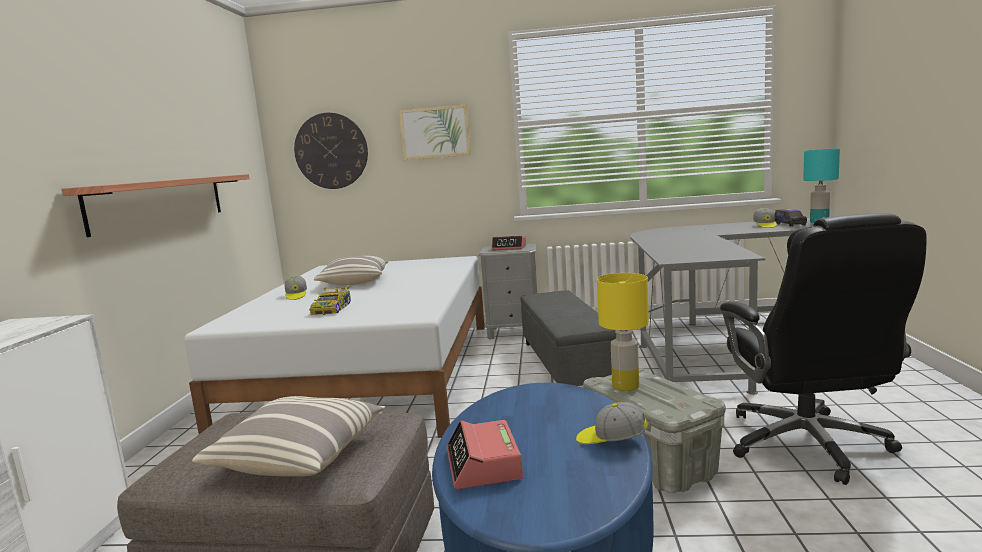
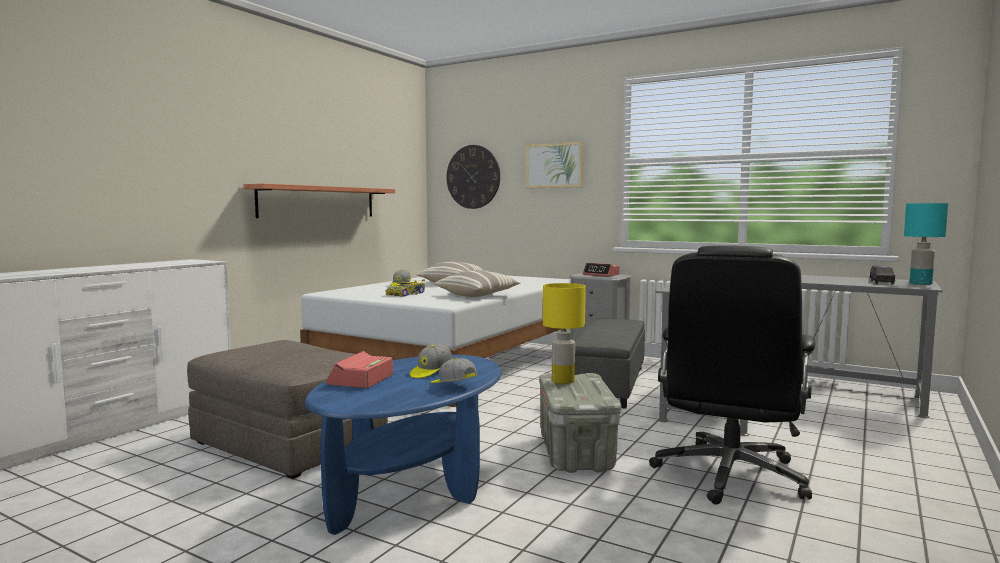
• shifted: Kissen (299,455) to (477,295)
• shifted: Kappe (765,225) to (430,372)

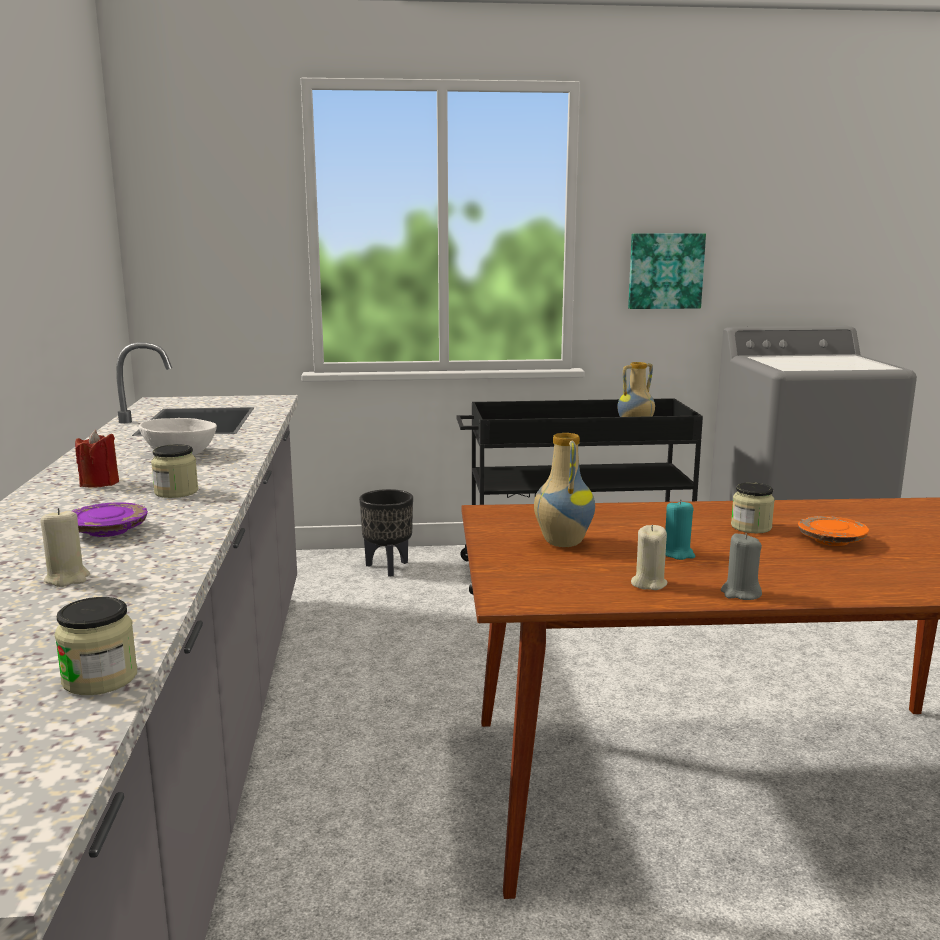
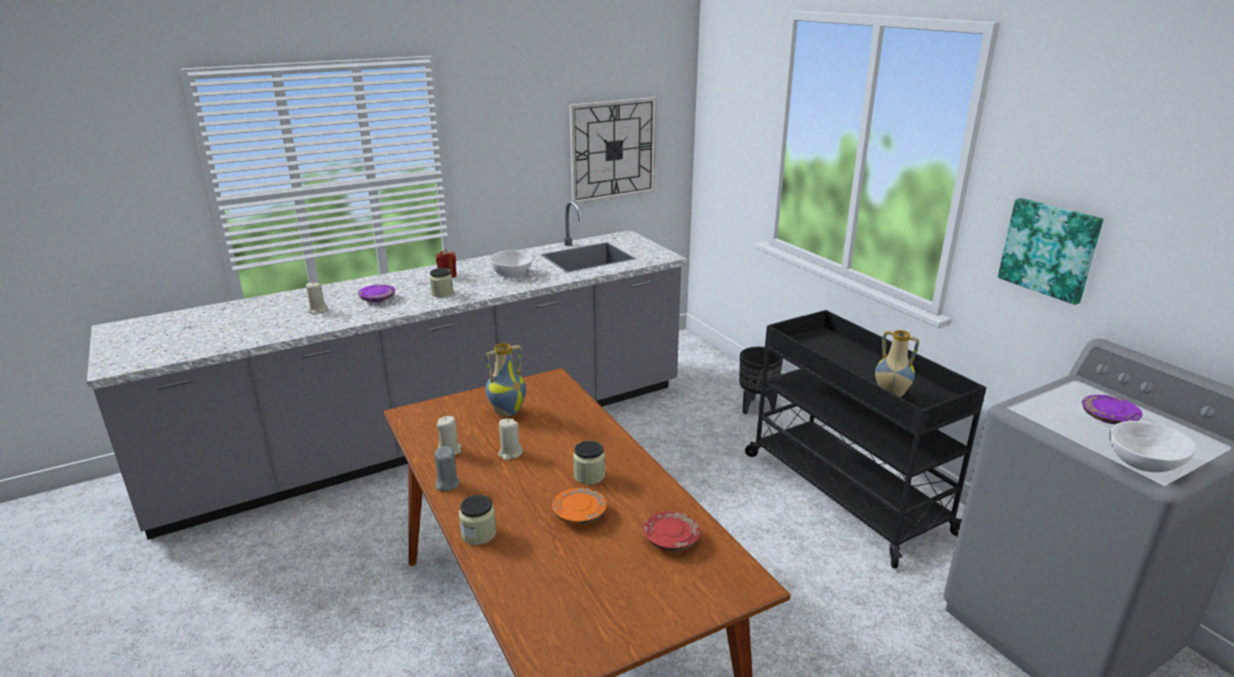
• shifted: Vorratsglas (100,678) to (478,534)
• repainted: Kerze [türkis] (677,554) to Kerze [beige] (510,453)
• new: Wanduhr (613,150)
• new: Teller [rot] (671,539)
• new: Teller [lila] (1108,418)
• new: Schüssel [weiß] (1144,463)

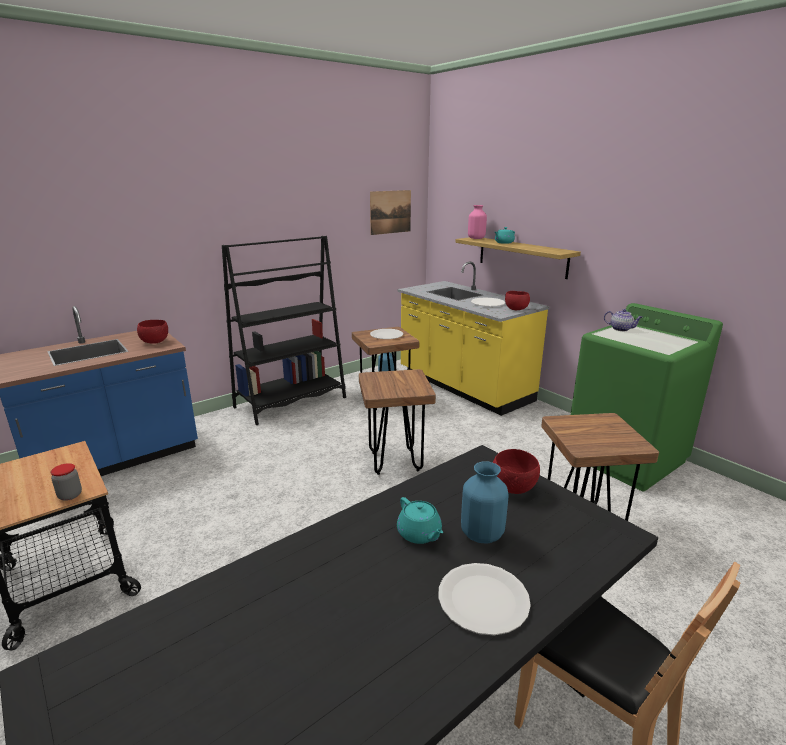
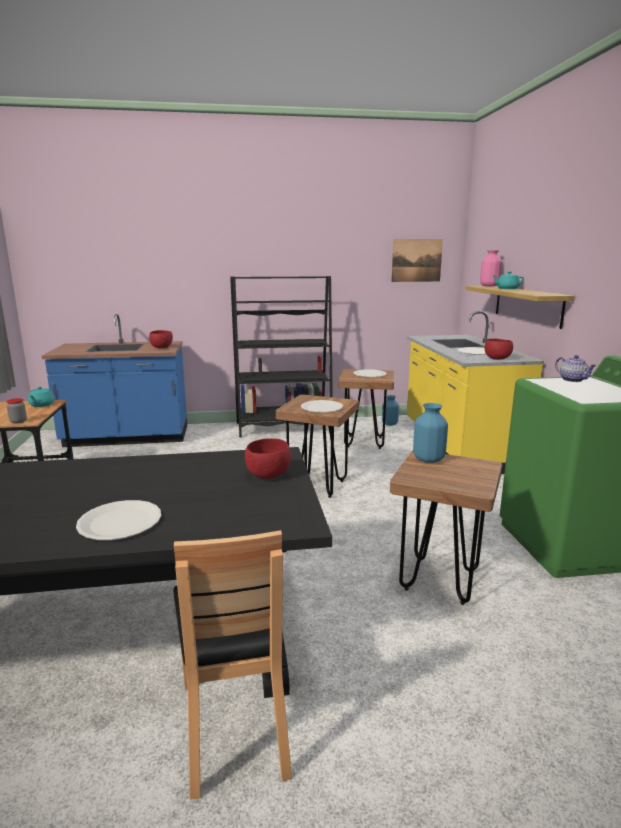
• shifted: Teekanne [türkis] (419,534) to (41,405)
• shifted: Vase [blau] (482,534) to (428,459)
• new: Teller [weiß] (322,408)

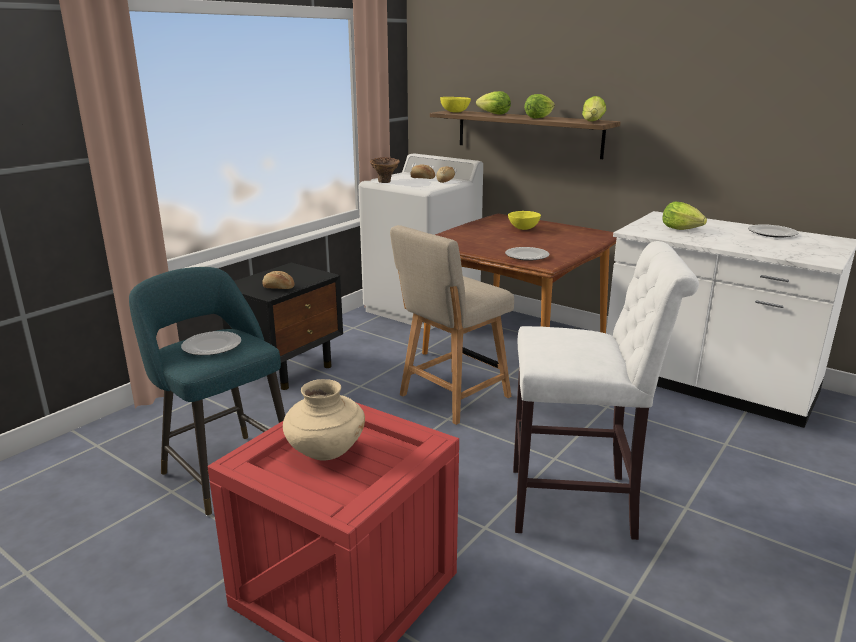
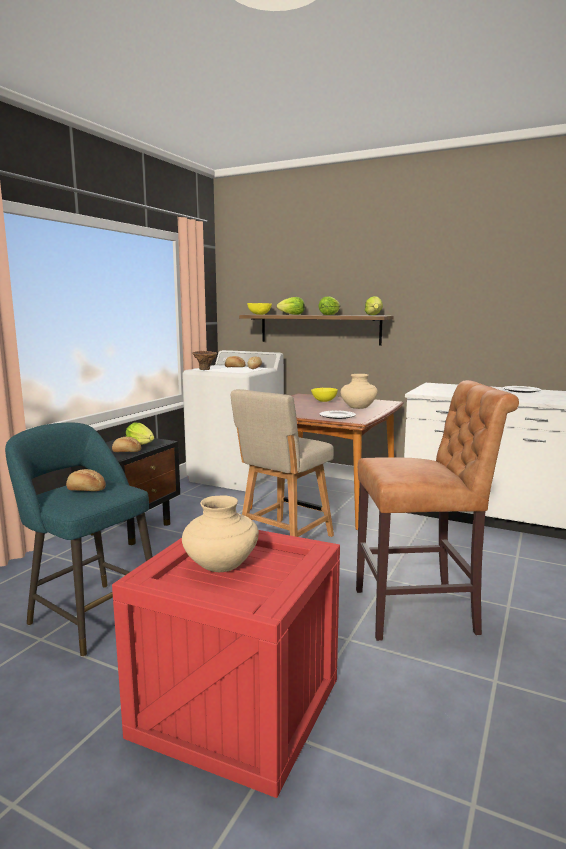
• swapped: Teller (212,346) to Brot (86,490)
• repainted: Hocker [weiß] (579,504) to Hocker [braun] (422,612)
• shifted: Salatkopf (680,229) to (140,445)
• new: Vase [beige] (358,407)

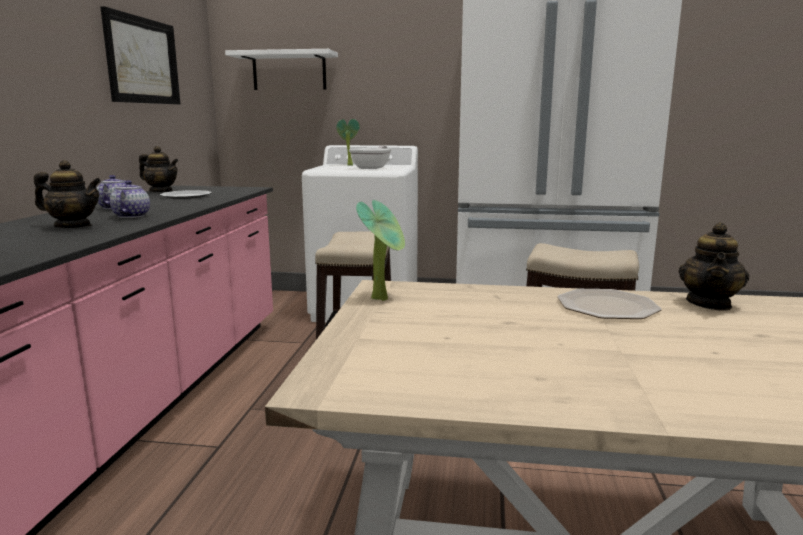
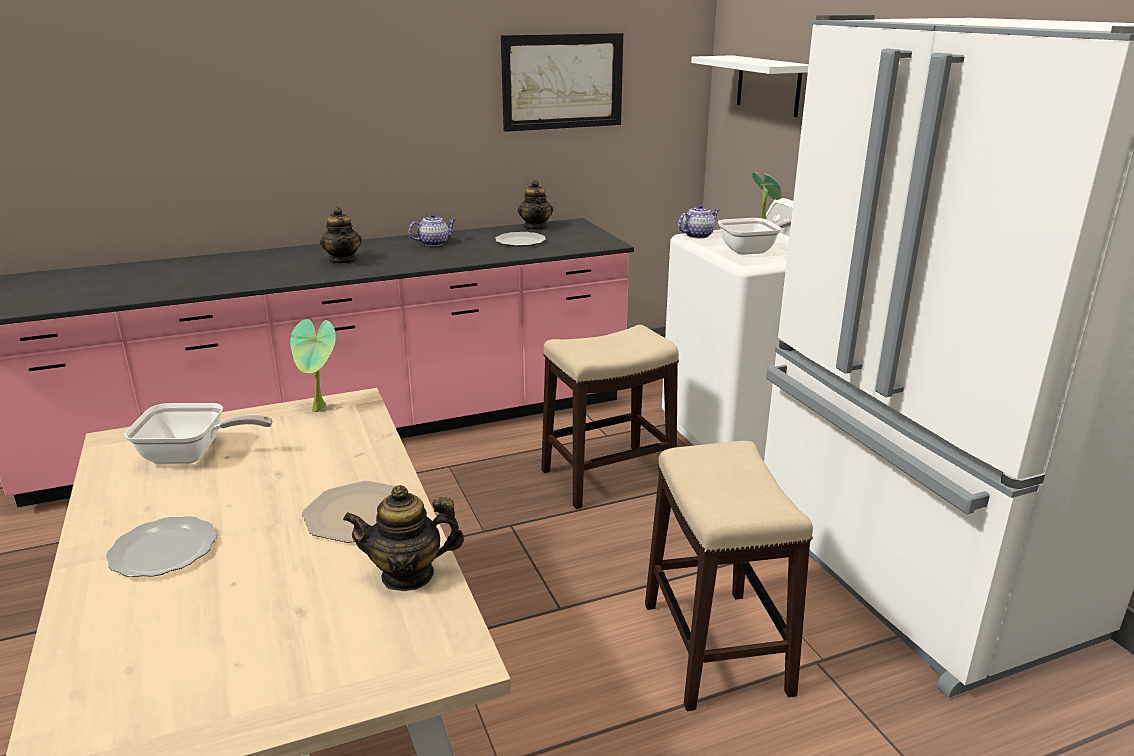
• shifted: Teekanne (131,216) to (698,235)
• new: Teller (164,549)
• new: Pfanne (192,455)

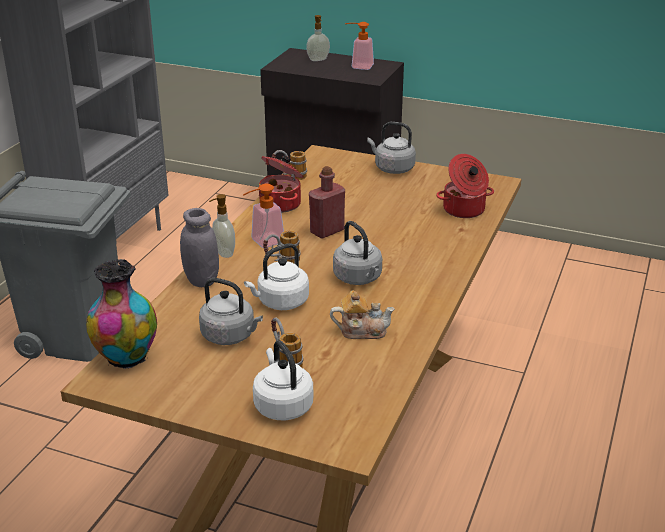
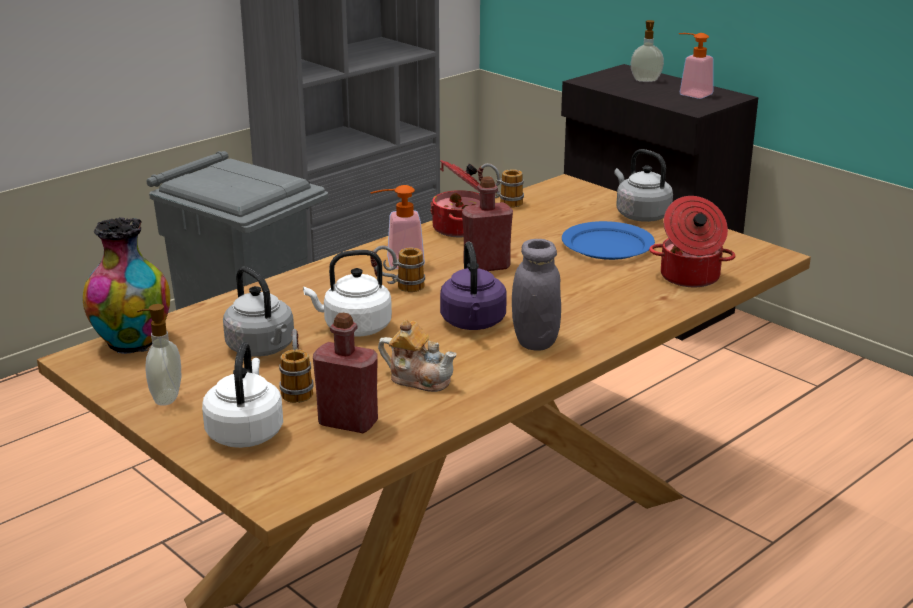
• shifted: Vorratsglas [grau] (201,280) to (535,342)
• shifted: Seifenspender (223,253) to (165,397)
• repainted: Wasserkessel [grau] (359,278) to Wasserkessel [lila] (473,323)
• new: Flasche [rot] (348,422)
• new: Teller [blau] (607,245)

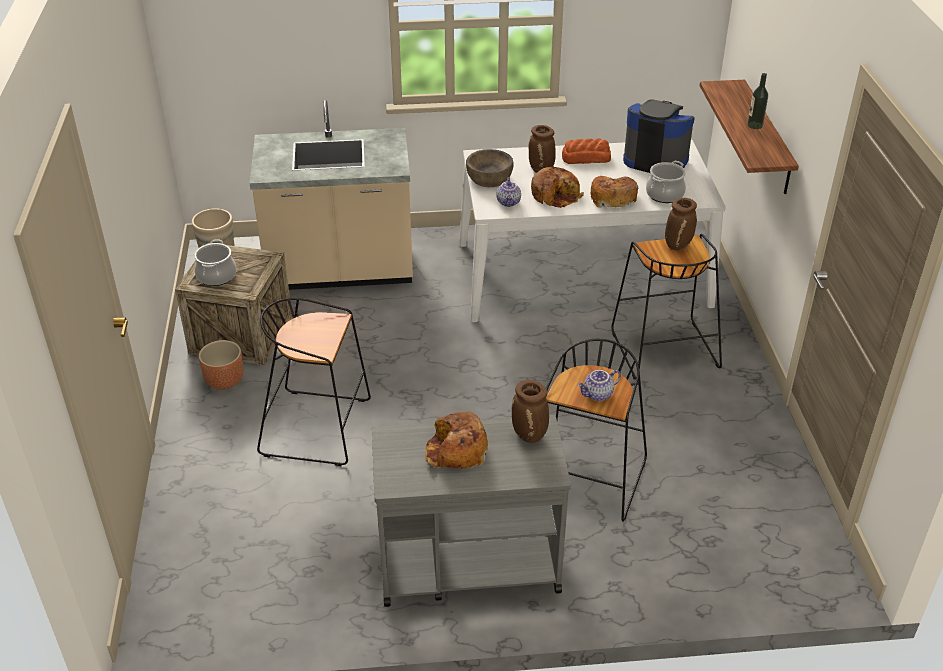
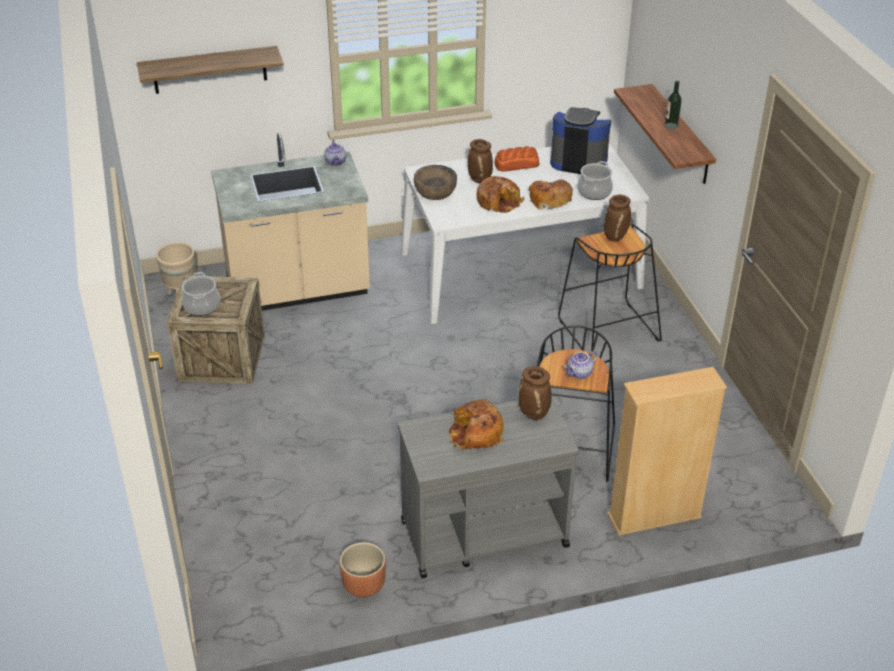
• shifted: Pflanzkübel [braun] (225,380) to (364,585)
• gone: Hocker [schwarz] (318,427)
• shifted: Teekanne (509,202) to (336,162)
• new: Wandregal (209,70)
• new: Bücherregal [beige] (654,516)

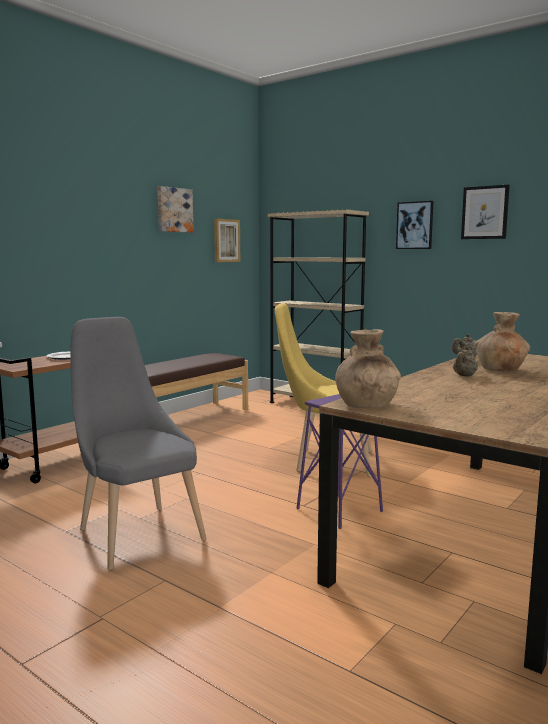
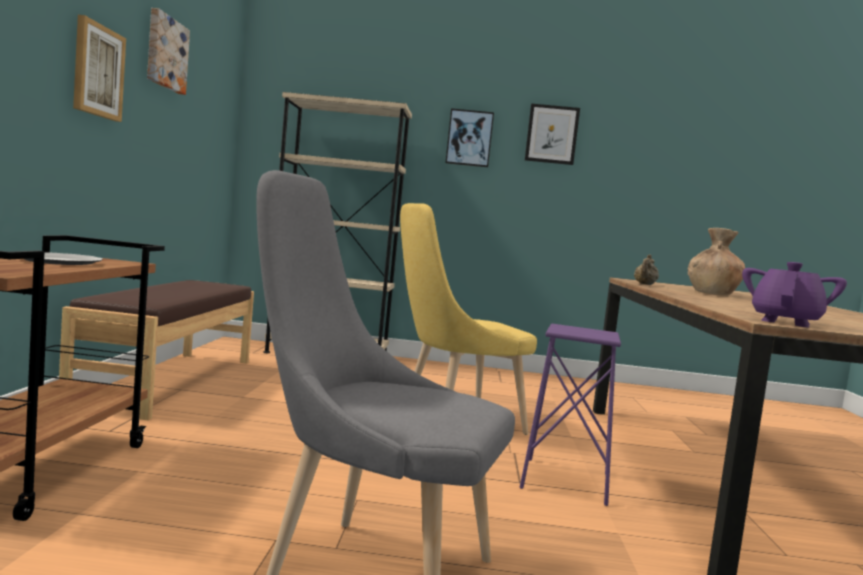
• shifted: Bild (226,240) to (97,71)
• swapped: Vase [braun] (366,405) to Teekanne [lila] (785,322)
• gone: Teekanne [beige] (464,376)

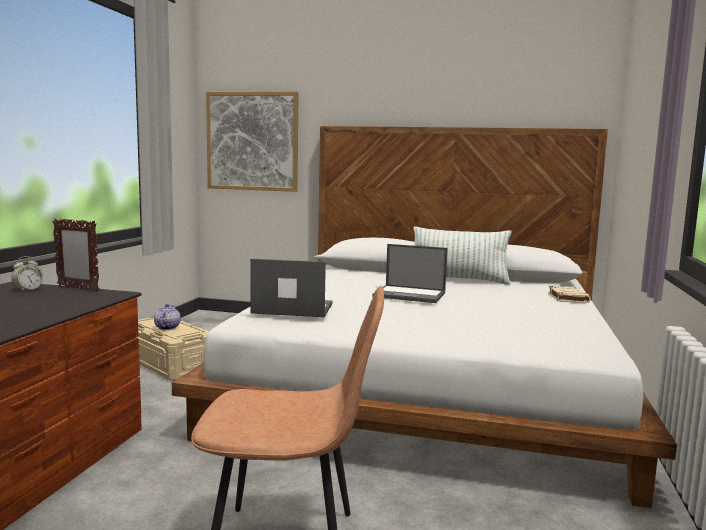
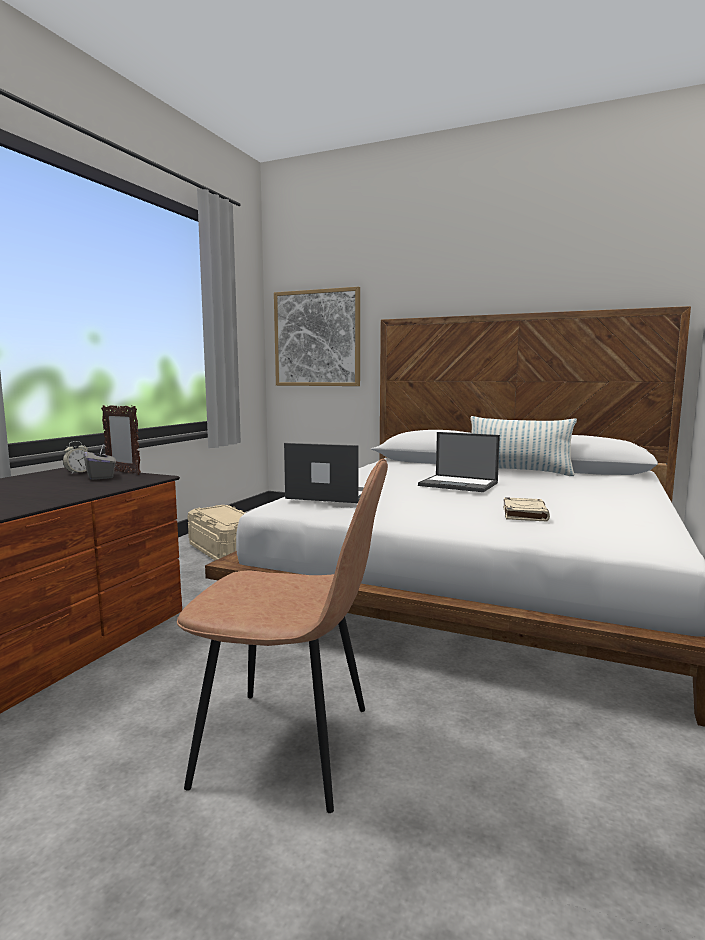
• gone: Teekanne (167,327)
• shifted: Buch [beige] (567,298) to (524,514)
• new: Taschentuchbox [grau] (101,476)

